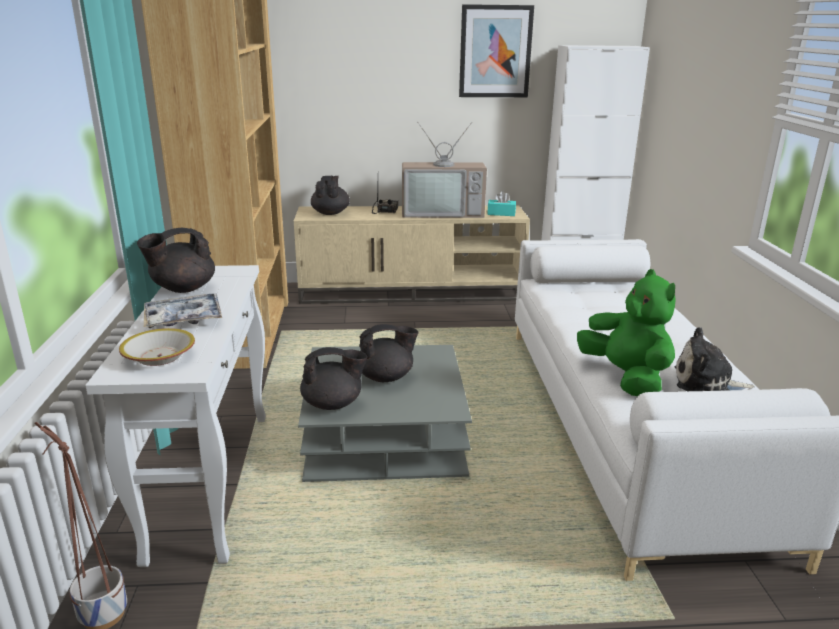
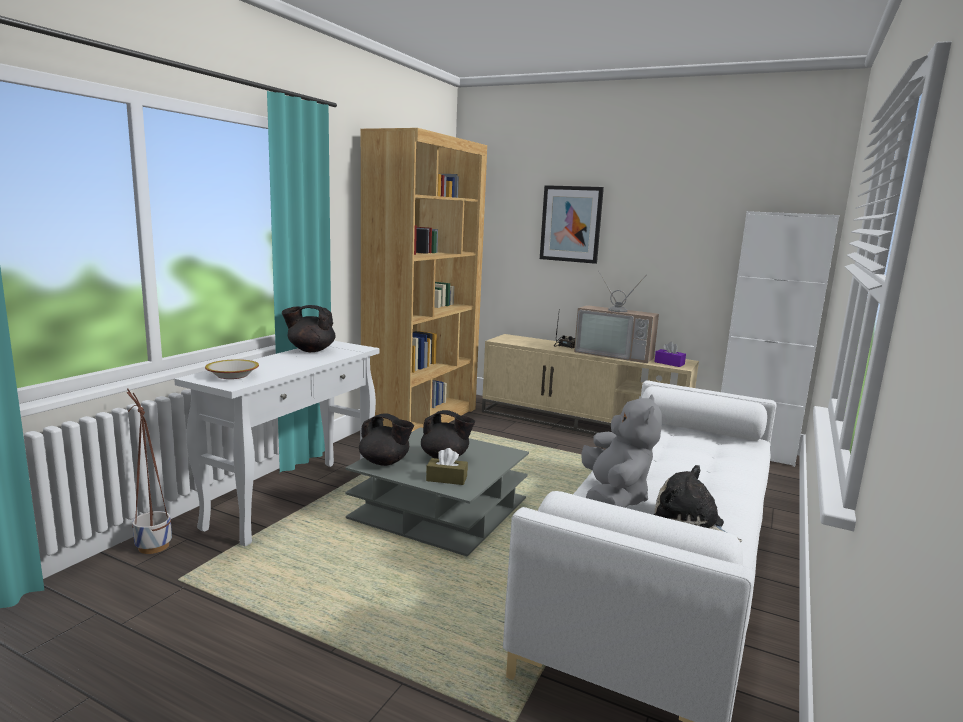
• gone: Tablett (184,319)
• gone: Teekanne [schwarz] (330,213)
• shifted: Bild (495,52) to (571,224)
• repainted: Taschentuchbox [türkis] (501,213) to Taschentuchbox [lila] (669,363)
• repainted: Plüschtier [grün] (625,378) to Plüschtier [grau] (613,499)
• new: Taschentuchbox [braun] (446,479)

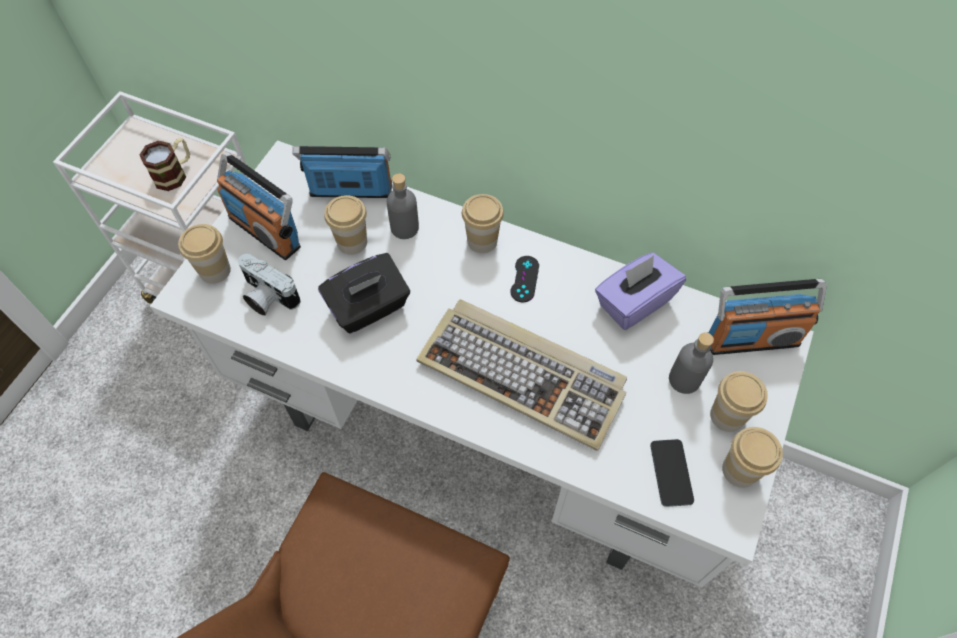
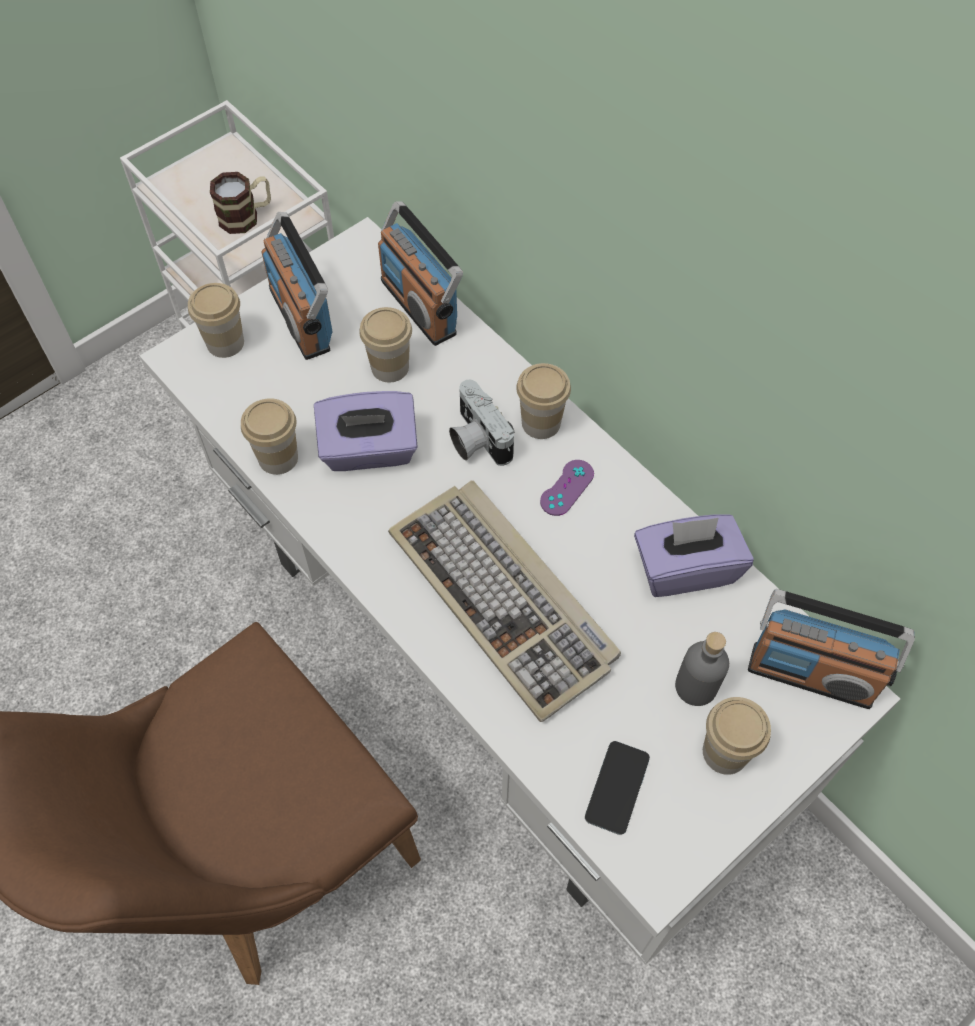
• shifted: Kamera (267,297) to (476,439)
• rotated: Radio (351,190) = (420,306) 150 degrees counterclockwise
• repainted: Taschentuchbox [schwarz] (369,308) to Taschentuchbox [lila] (369,450)
• gone: Flasche [grau] (404,228)
• repainted: Gamepad [schwarz] (524,279) to Gamepad [lila] (567,488)
• shifted: Tasse (739,470) to (278,457)

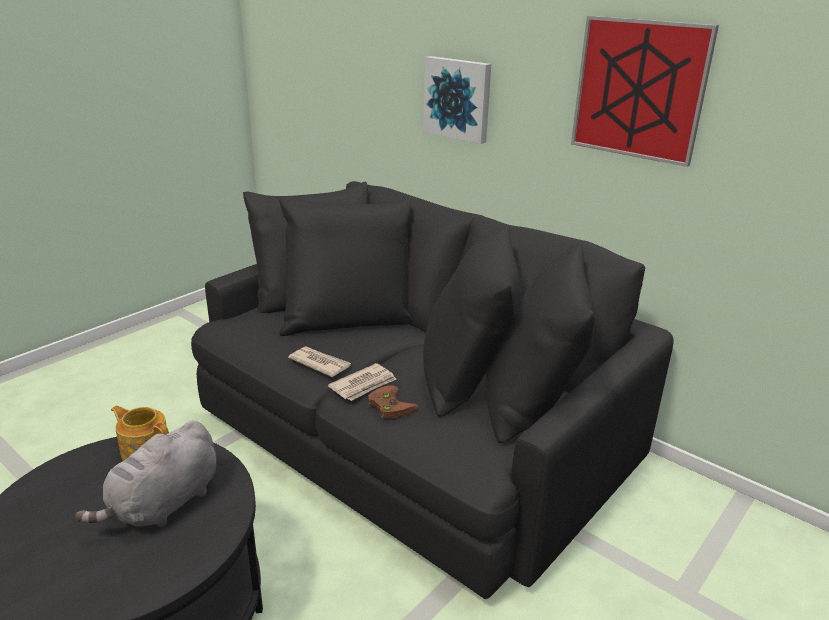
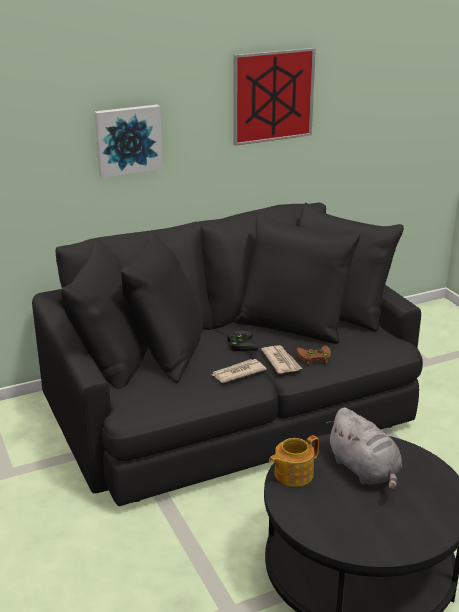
• new: Gamepad [schwarz] (240,343)

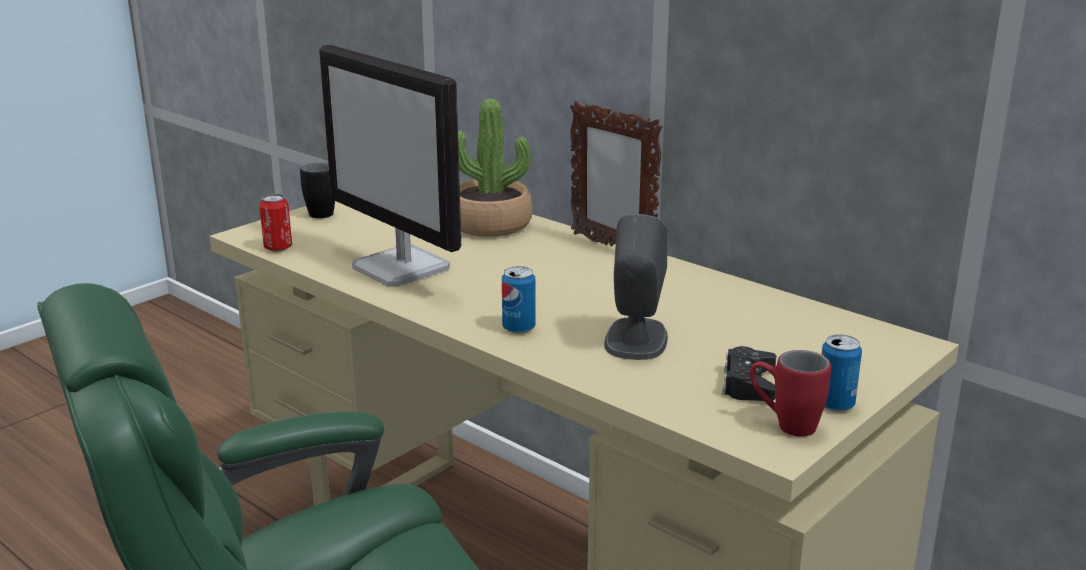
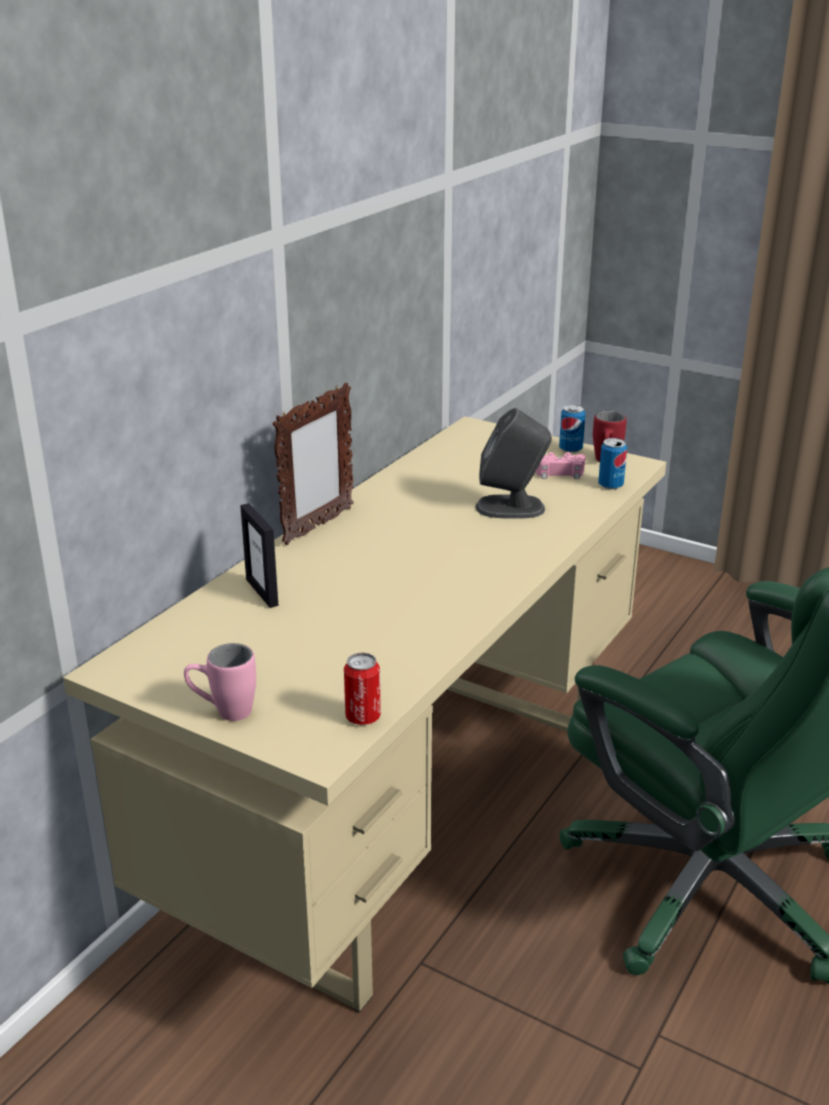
• repainted: Henkelbecher [schwarz] (323,211) to Henkelbecher [rosa] (223,712)
• gone: Monitor (403,268)
• swapped: Topfpflanze (490,225) to Bilderrahmen (262,592)
• shifted: Dose (519,328) to (610,485)
• repainted: Gamepad [schwarz] (749,384) to Gamepad [rosa] (558,471)

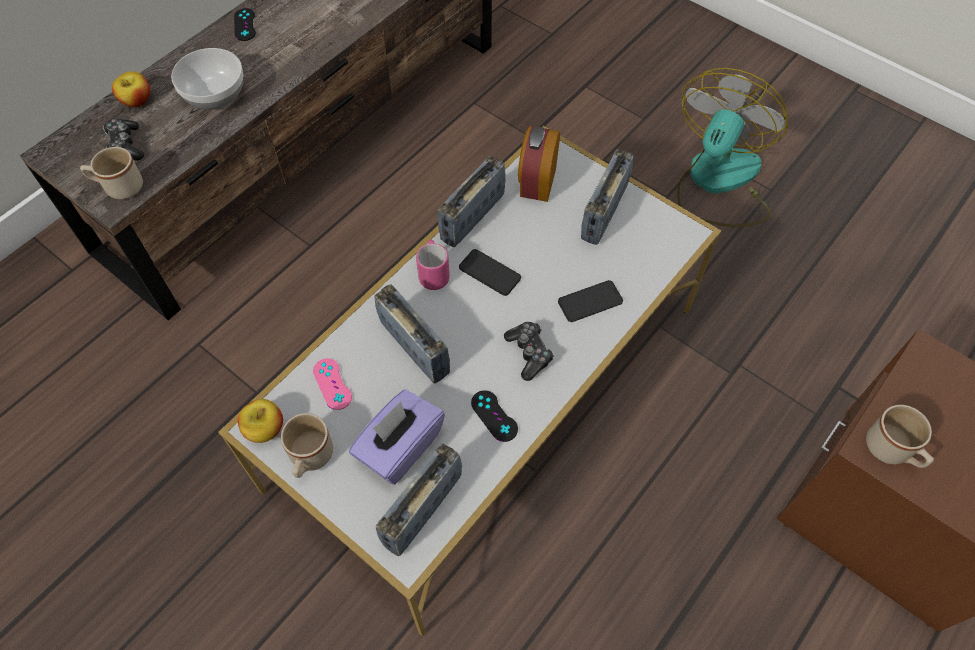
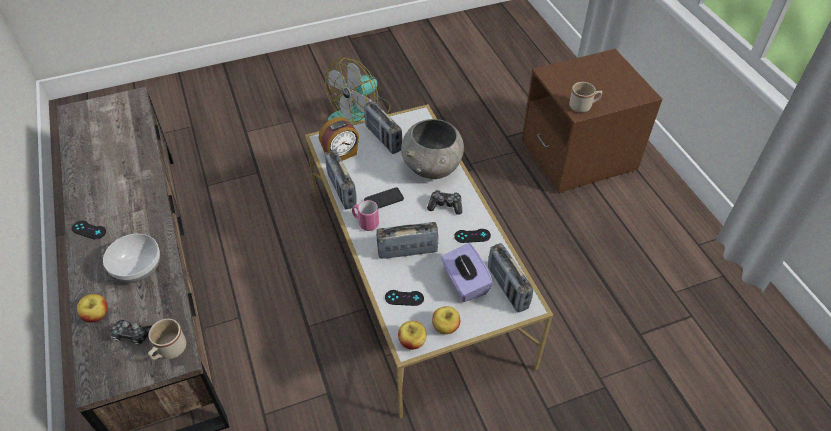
• swapped: Henkelbecher [beige] (310,458) to Apfel (445,327)
• repainted: Gamepad [rosa] (332,384) to Gamepad [schwarz] (404,298)
• rotated: Wecker (536,182) = (341,154) 75 degrees counterclockwise
• swapped: Handy (590,301) to Schüssel [grau] (432,169)
• rotated: Ventilator (717,183) = (360,115) 105 degrees counterclockwise

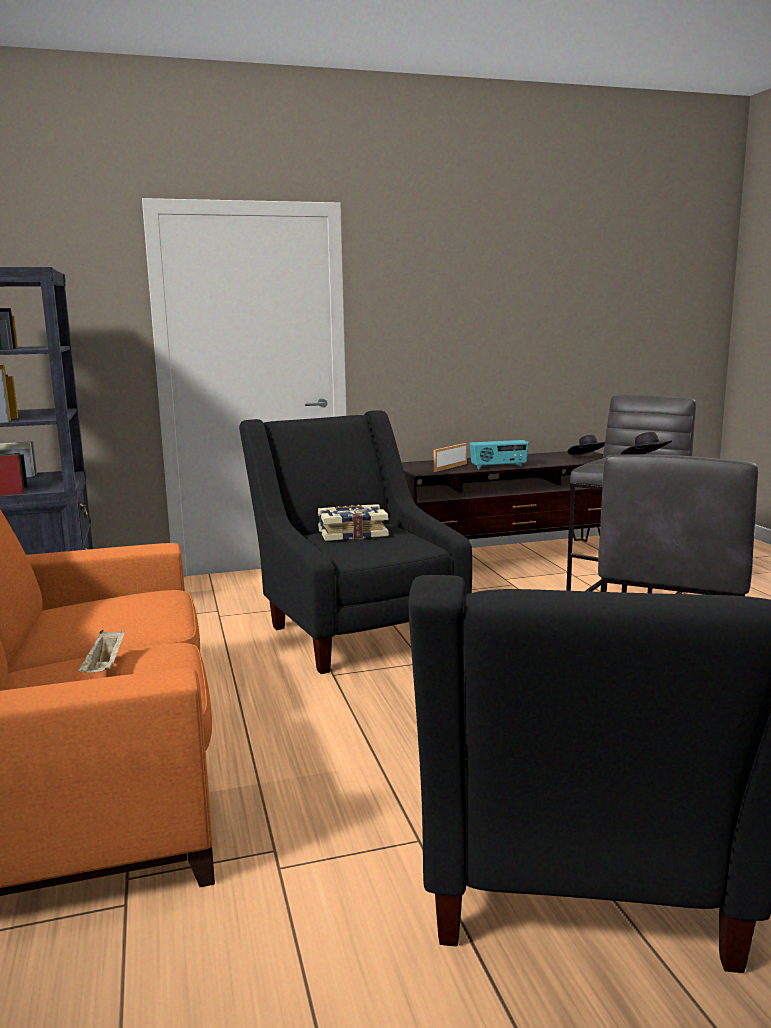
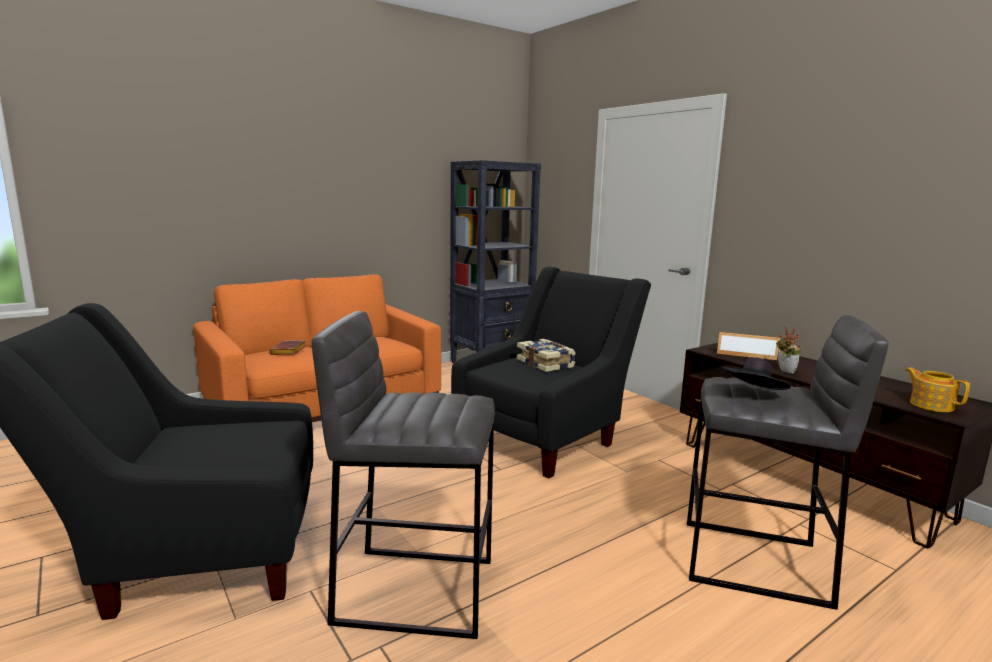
• swapped: Tablett [beige] (105,667) to Buch [braun] (289,351)
• swapped: Radio (498,467) to Topfpflanze (784,371)
• swapped: Hut [schwarz] (587,458) to Teekanne (930,405)

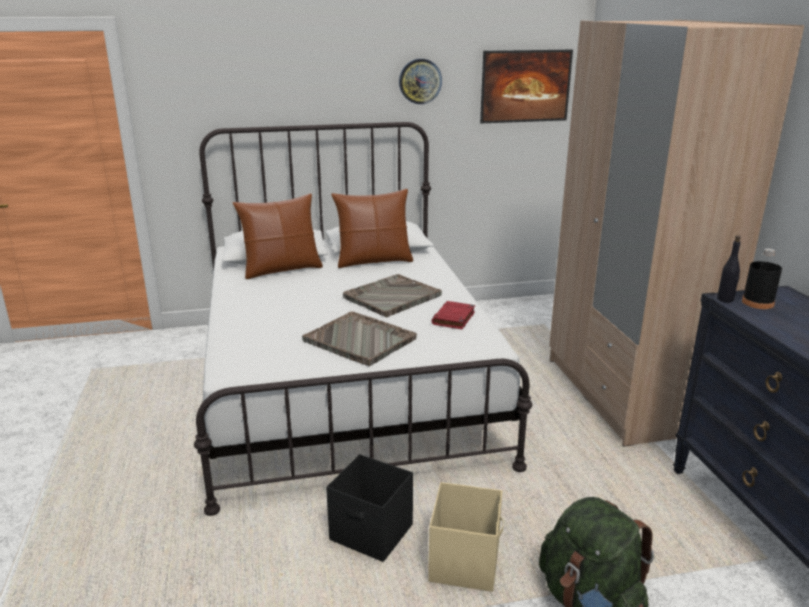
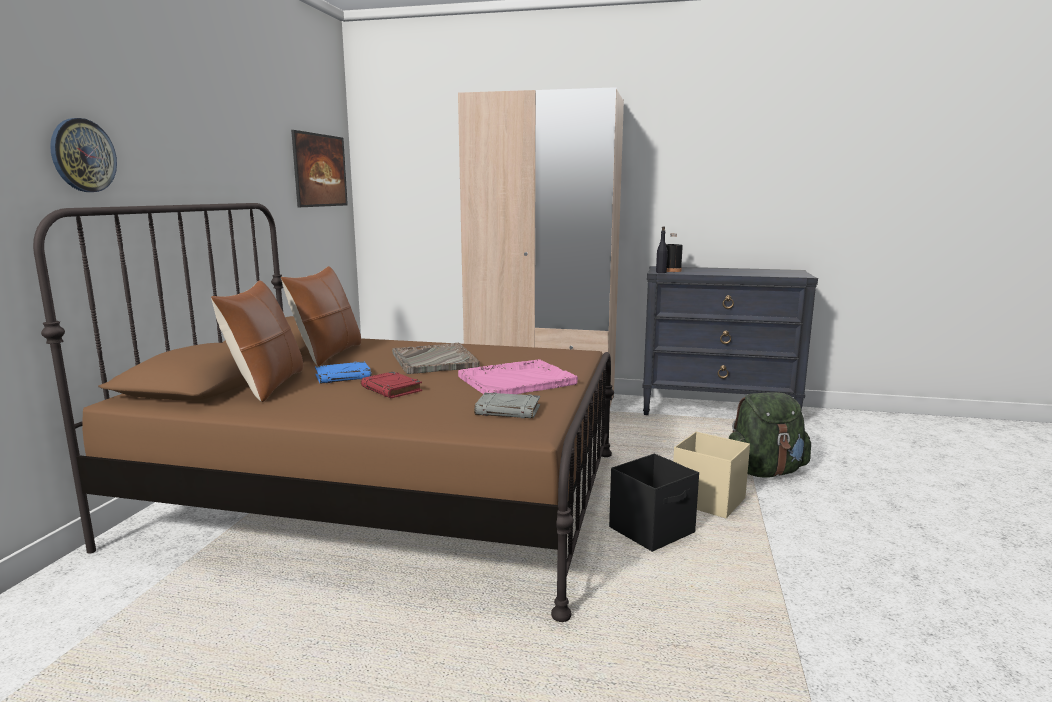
• repainted: Bett [weiß] (344,385) to Bett [braun] (387,496)
• repainted: Tablett [grau] (360,340) to Tablett [rosa] (518,380)
• shifted: Wanduhr (420,81) to (83,155)
• shifted: Buch [rot] (453,318) to (392,389)
• new: Buch [blau] (343,376)
• new: Buch [grau] (508,410)

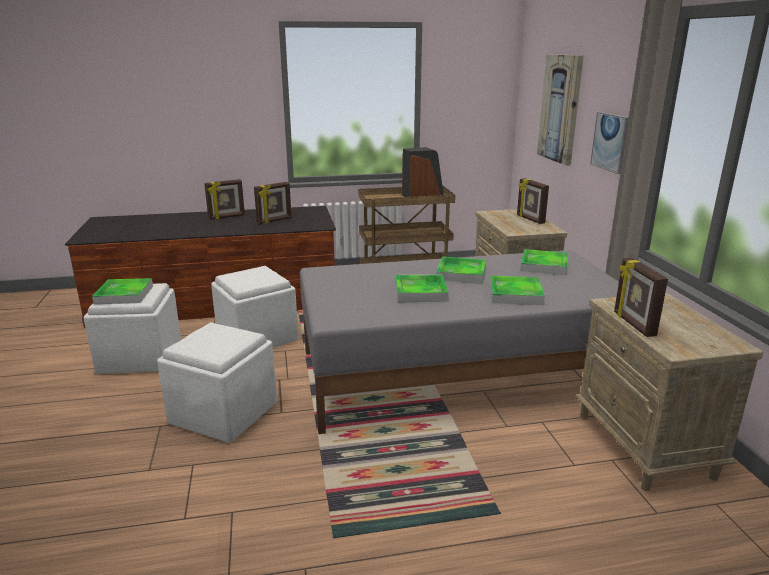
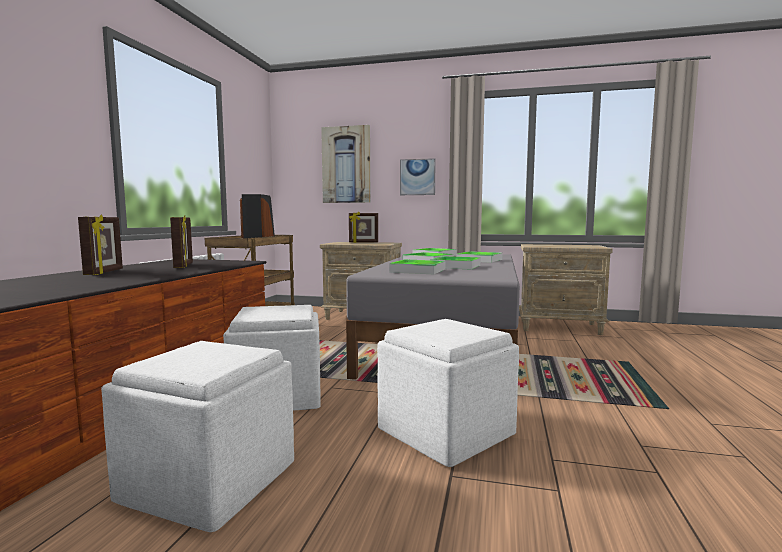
• shifted: Tablett (124,294) to (418,270)
• gone: Bilderrahmen (633,324)

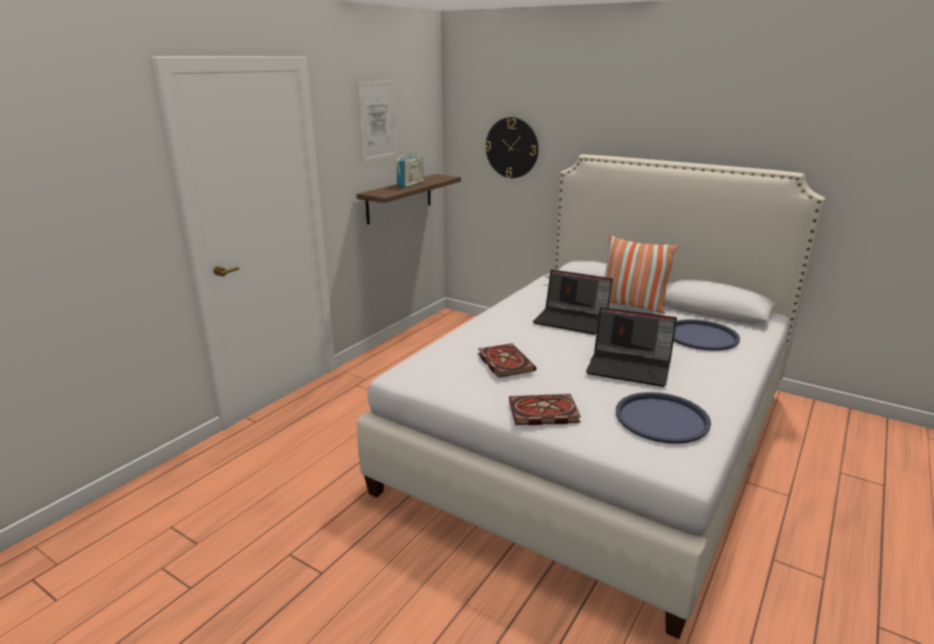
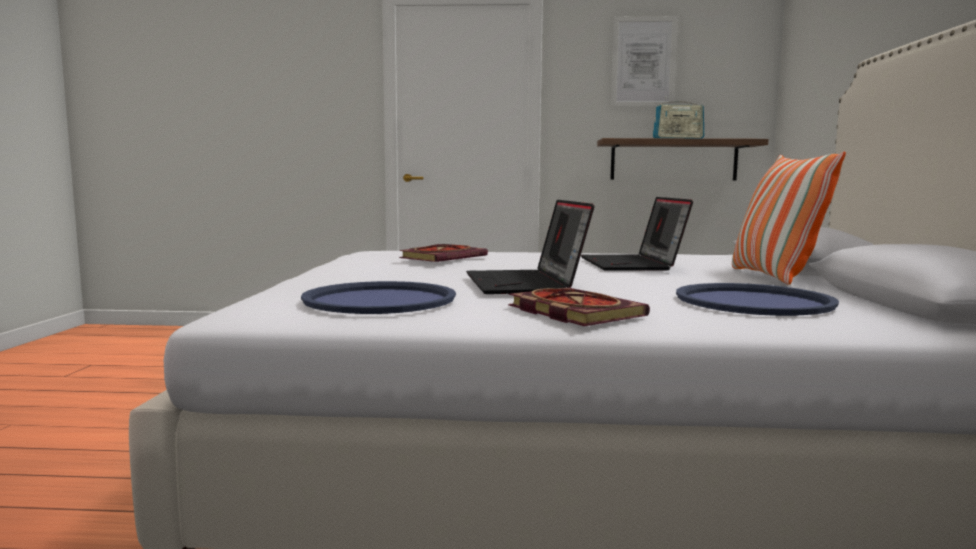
• gone: Wanduhr (512,148)
• shifted: Buch (542,413) to (571,311)

